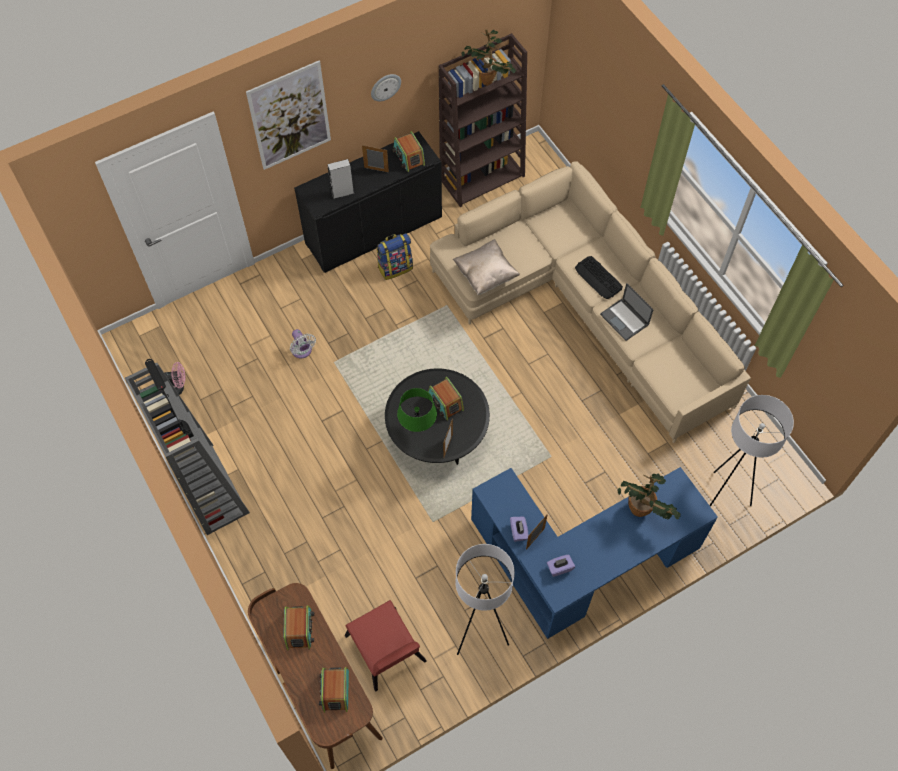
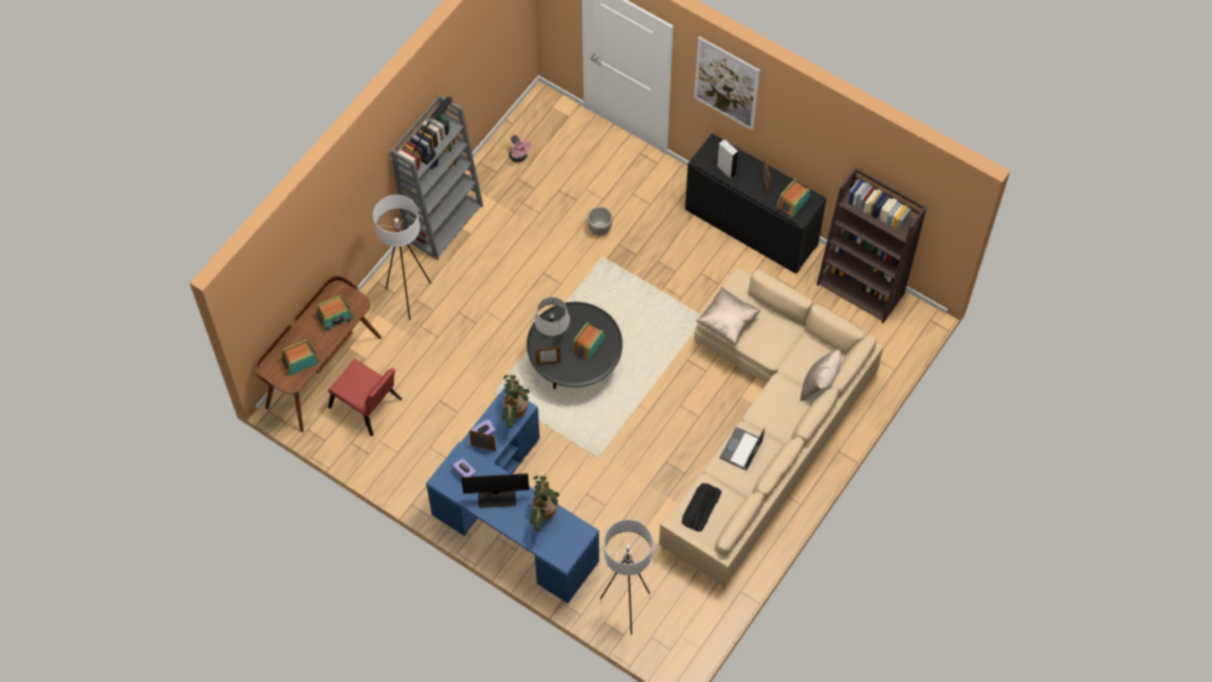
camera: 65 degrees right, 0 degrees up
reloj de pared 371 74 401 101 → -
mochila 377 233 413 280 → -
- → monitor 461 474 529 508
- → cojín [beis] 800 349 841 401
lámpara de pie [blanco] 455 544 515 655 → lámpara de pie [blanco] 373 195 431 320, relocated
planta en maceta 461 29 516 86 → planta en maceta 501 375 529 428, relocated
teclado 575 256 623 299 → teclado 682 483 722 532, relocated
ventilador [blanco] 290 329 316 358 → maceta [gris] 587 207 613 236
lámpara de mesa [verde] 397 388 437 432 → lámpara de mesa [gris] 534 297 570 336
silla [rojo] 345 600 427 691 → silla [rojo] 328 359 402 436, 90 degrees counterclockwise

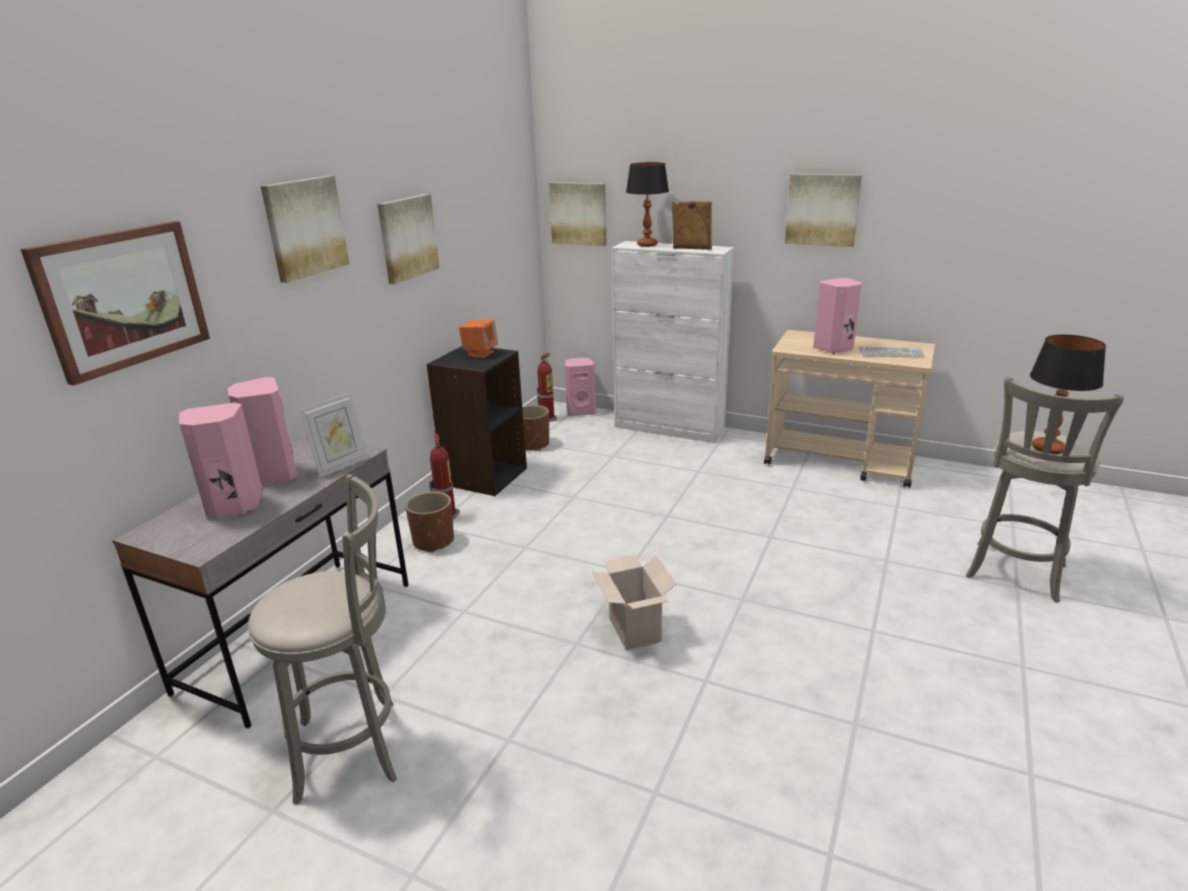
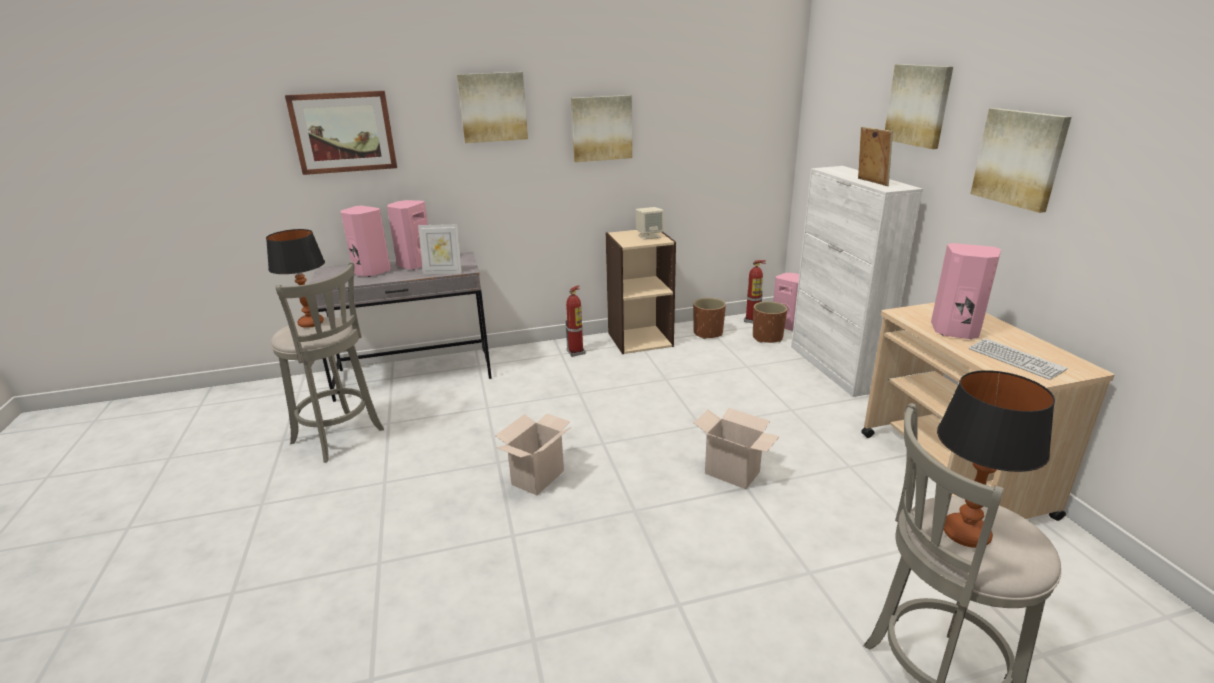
camera: 50 degrees right, 0 degrees up
- → caja de cartón 694 408 780 489
maceta [marrón] 405 491 454 553 → maceta [marrón] 753 301 787 343, relocated
cuadro 549 182 606 246 → cuadro 885 64 953 149, relocated
lámpara de mesa 626 162 669 247 → lámpara de mesa 266 229 325 328, relocated
estantería [negro] 426 346 527 496 → estantería [beis] 606 230 676 354
altavoz [naranja] 459 319 498 358 → altavoz [beis] 635 207 664 239

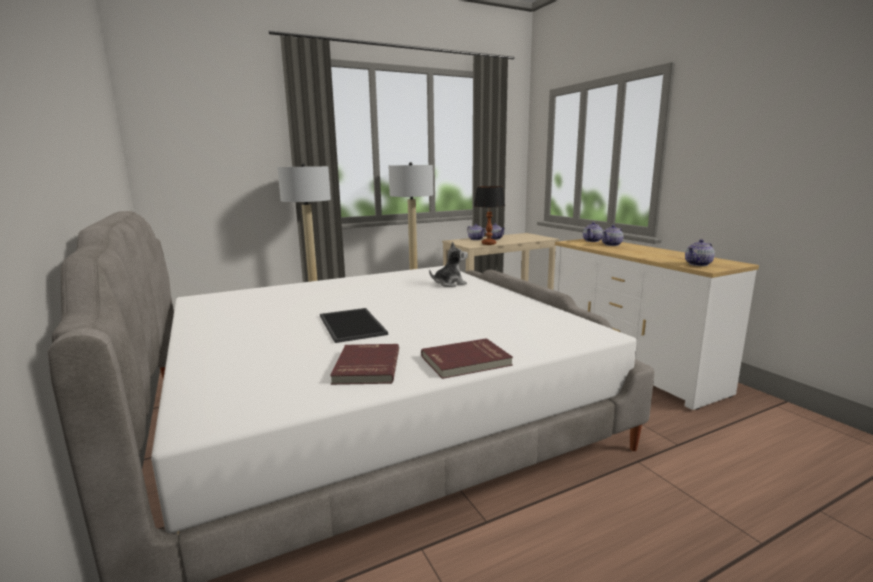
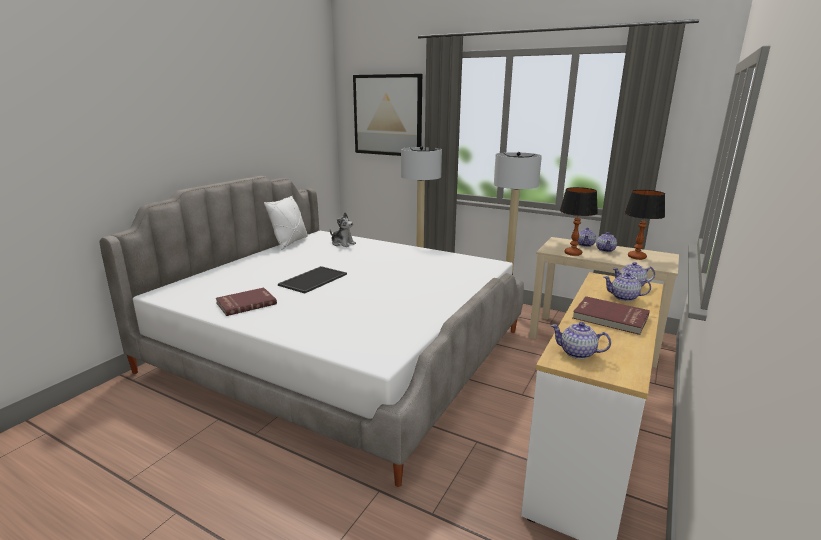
camera: 55 degrees right, 5 degrees up
- → cojín [blanco] 264 195 308 250
- → cuadro 353 74 422 156
- → lámpara de mesa 624 190 665 260
libro [rojo] 421 338 513 379 → libro [rojo] 573 296 650 335, relocated
peluche 429 242 468 287 → peluche 330 212 356 247, relocated

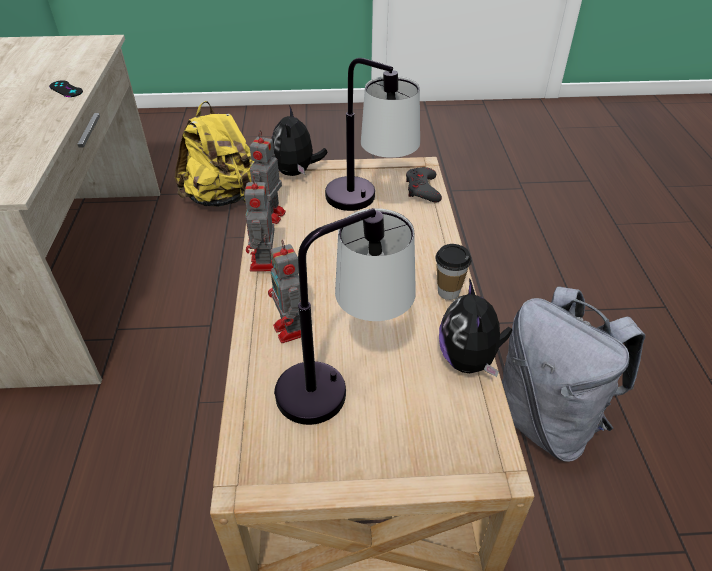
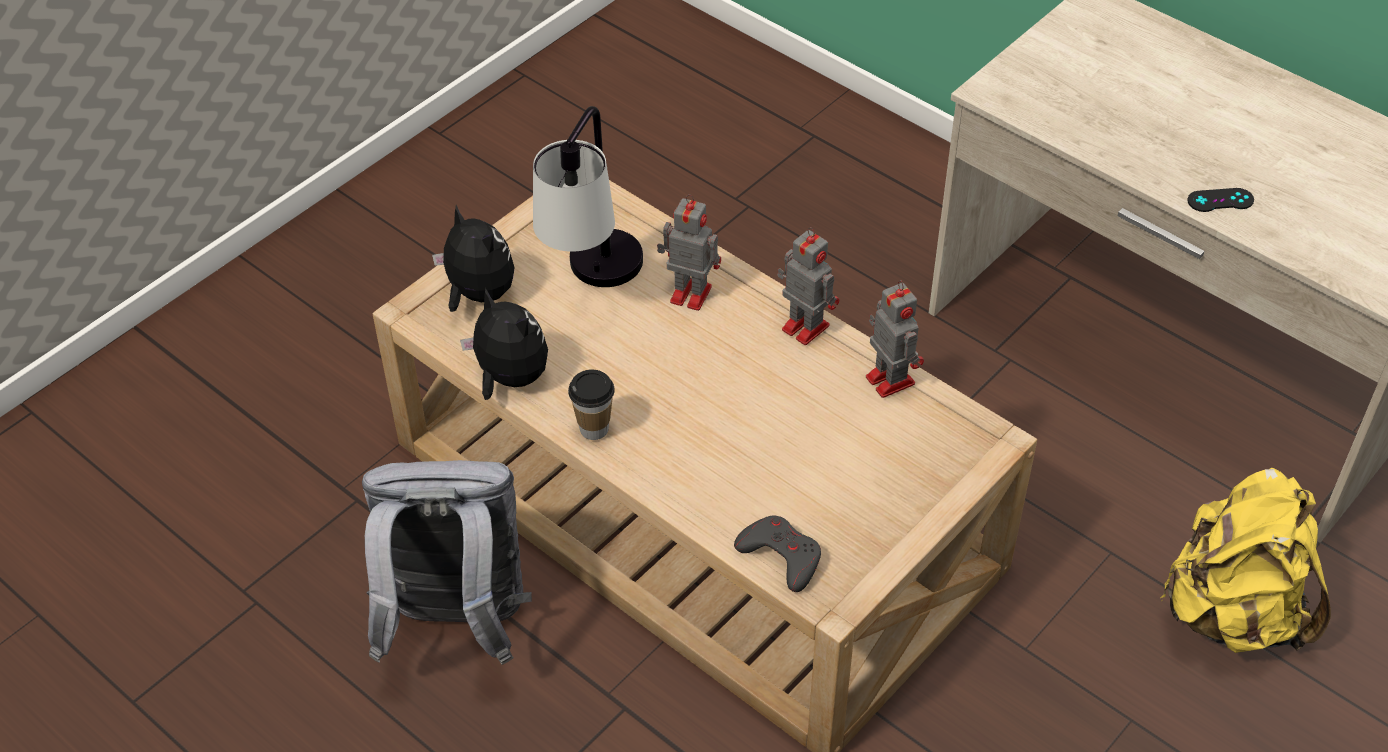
camera: 135 degrees right, 5 degrees up
lámpara de mesa 325 58 420 211 → -
peluche 271 105 328 176 → peluche 432 205 515 312, relocated

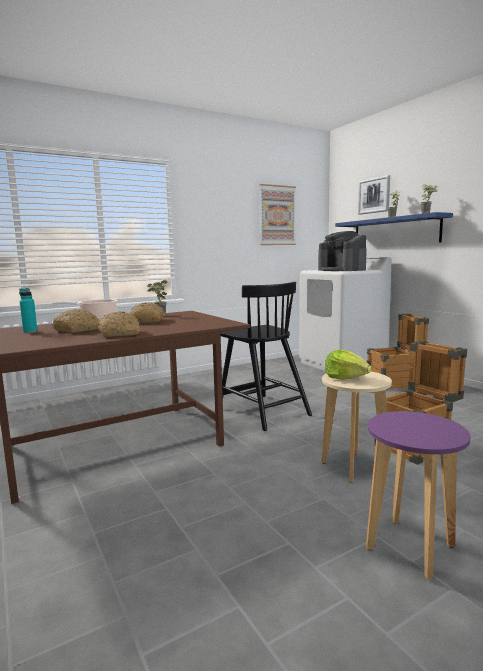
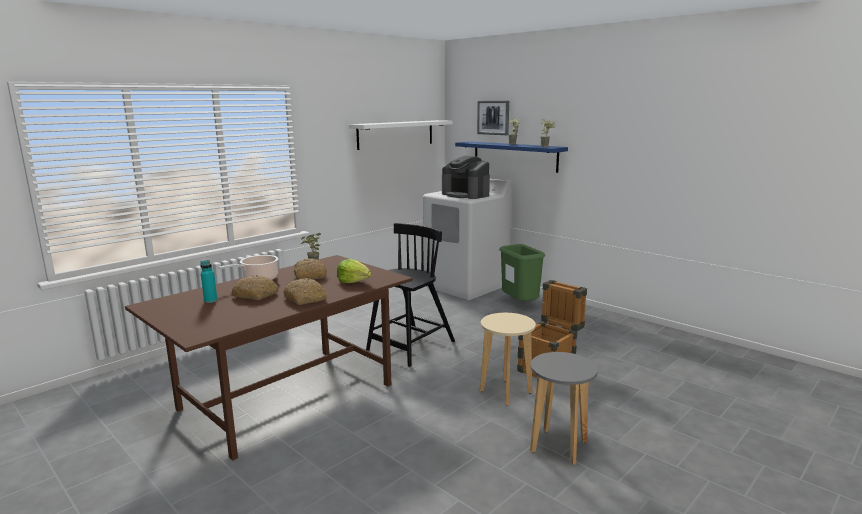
camera: 15 degrees left, 5 degrees up
lechuga 325 350 371 380 → lechuga 337 259 372 283, relocated
cuadro 259 184 296 245 → estante [blanco] 349 120 452 150
caja de embalaje 367 314 429 390 → papelera [verde] 499 244 545 301
taburete [morado] 366 411 471 580 → taburete [gris] 530 352 598 465
silla [negro] 221 282 312 431 → silla [negro] 366 223 455 367, 90 degrees counterclockwise

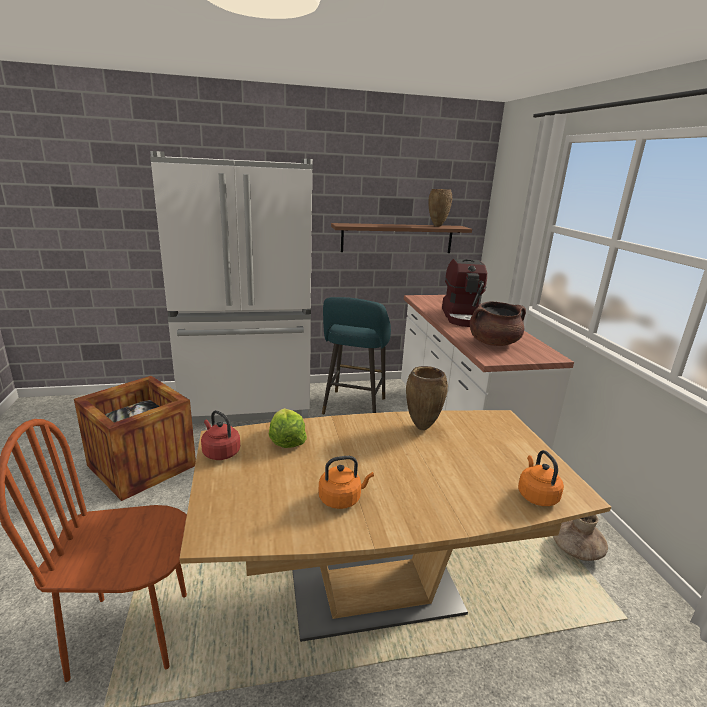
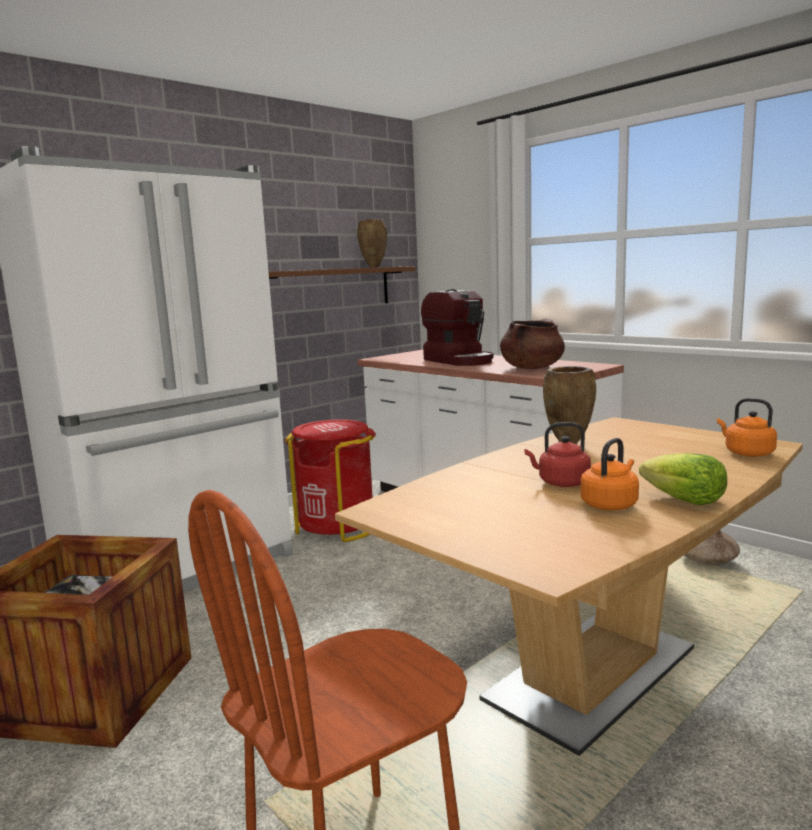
camera: 30 degrees left, 10 degrees down
hervidor [rojo] 201 410 240 460 → hervidor [rojo] 525 422 591 487, relocated
lechuga 269 408 307 448 → lechuga 639 453 727 505, relocated
taburete [turquesa] 322 297 391 414 → papelera [rojo] 285 419 376 542

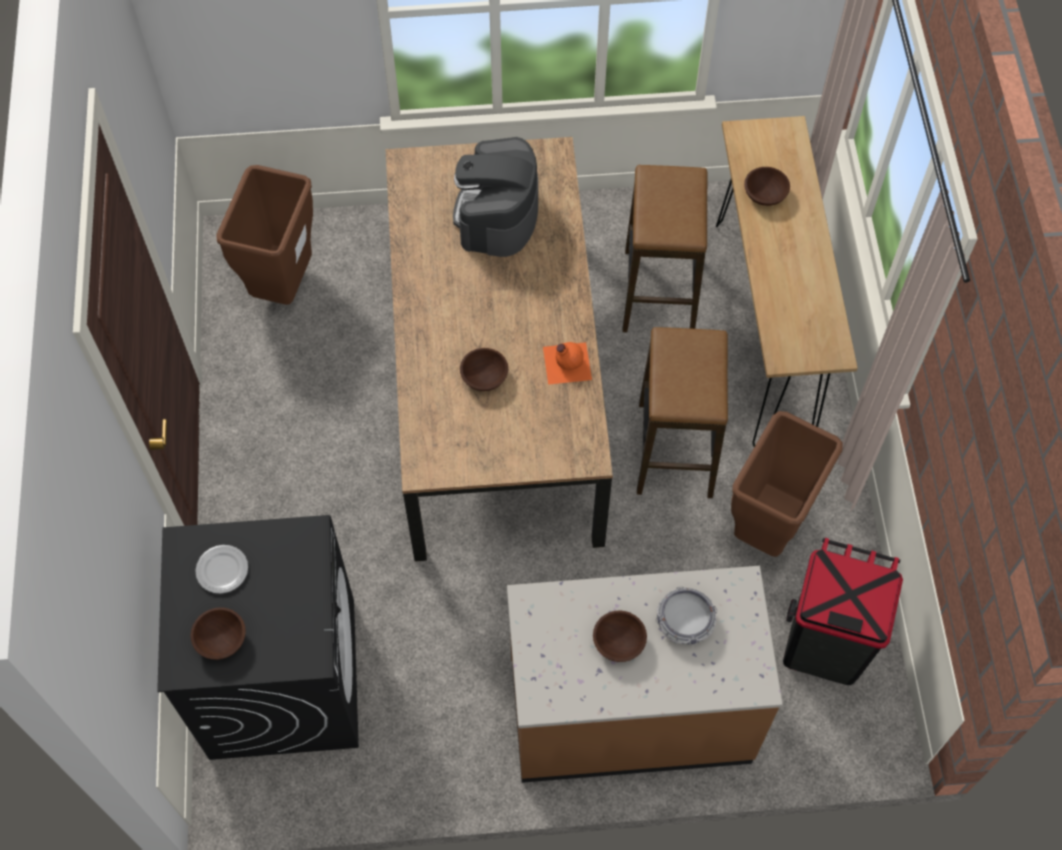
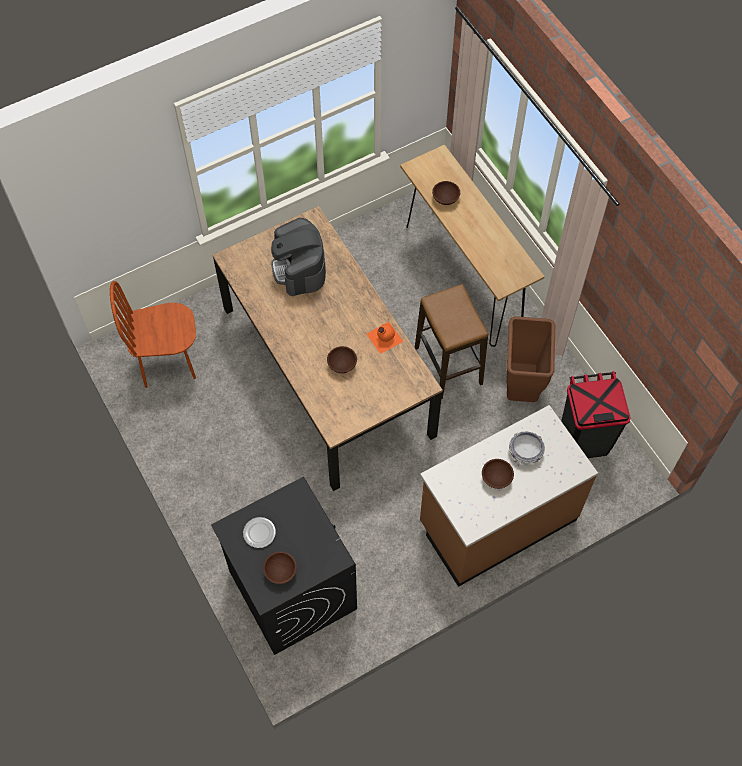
camera: 25 degrees left, 0 degrees up
taburete 622 165 708 332 → -
papelera [marrón] 216 165 313 305 → silla [marrón] 110 281 196 388

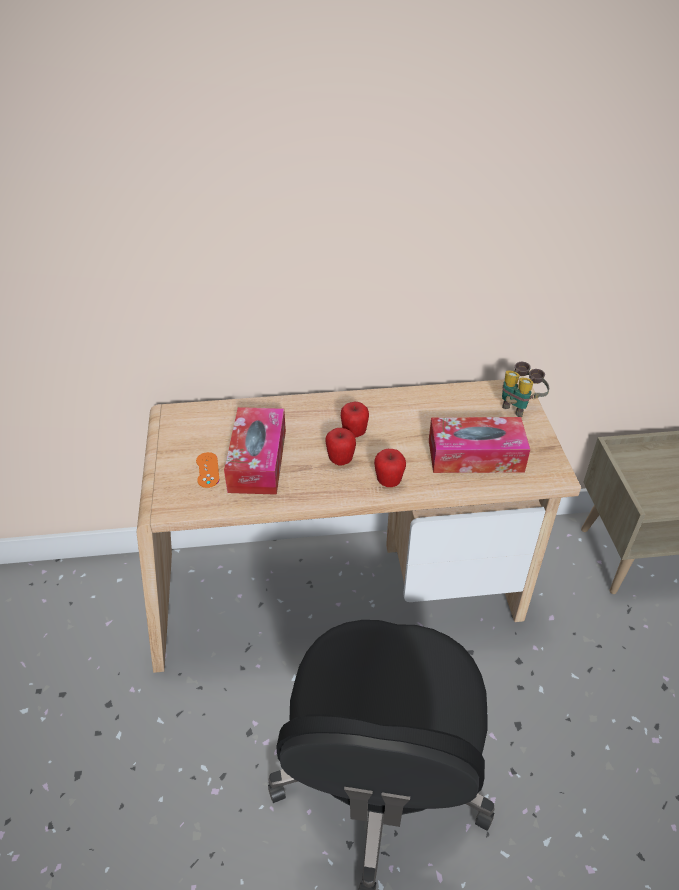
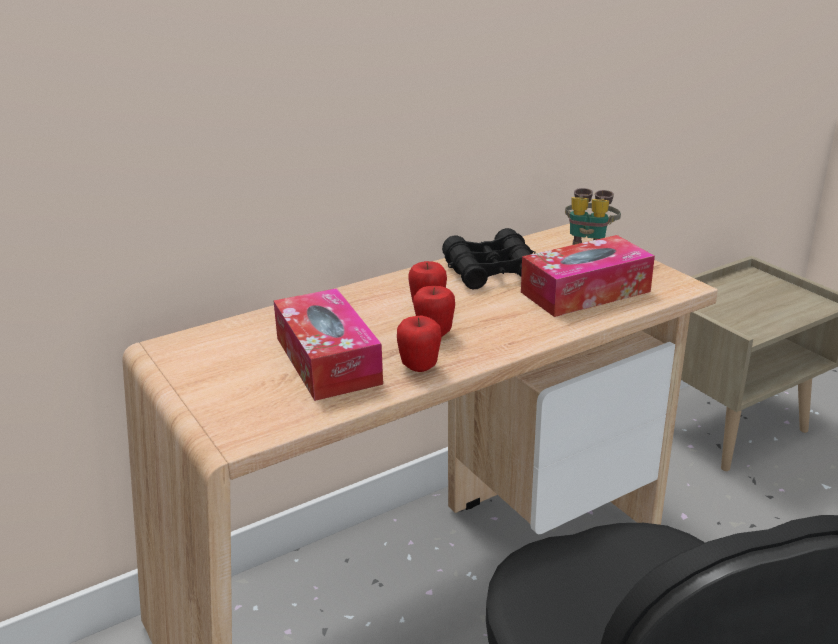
camera: 25 degrees left, 15 degrees down
mando de consola [naranja] 196 452 219 488 → -
- → prismáticos [negro] 442 228 536 289
manzana 374 449 406 487 → manzana 397 316 441 372, relocated

